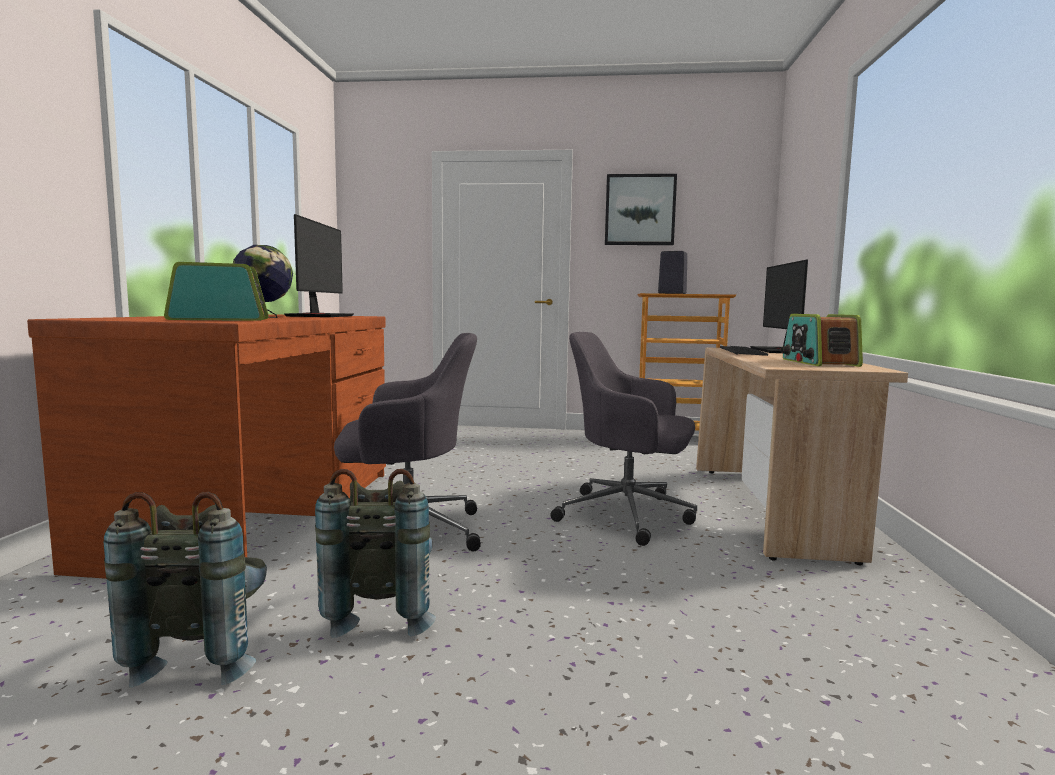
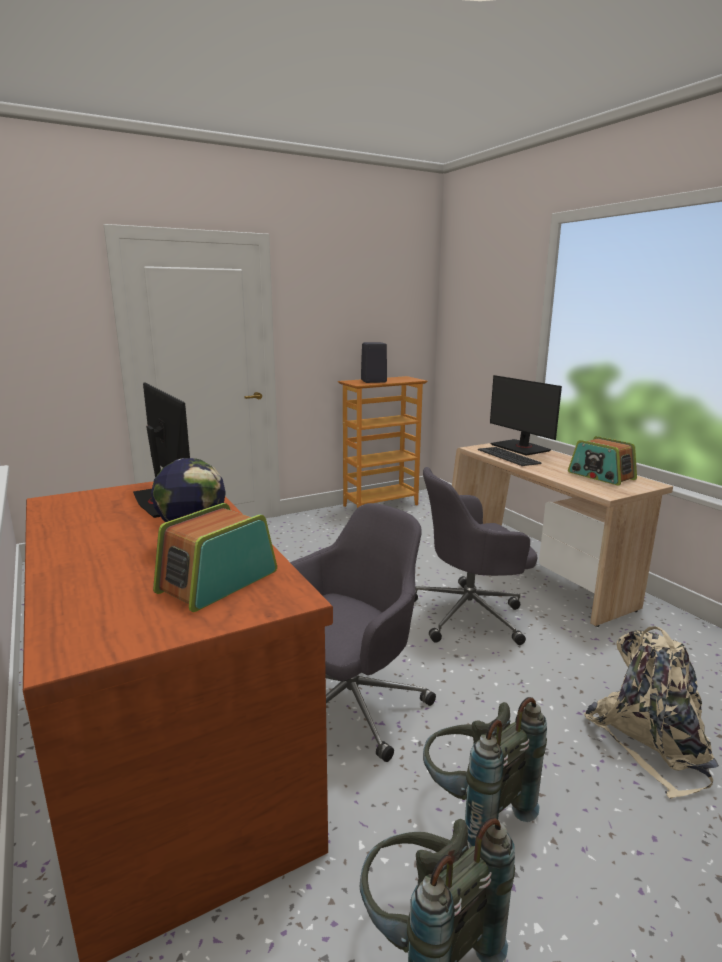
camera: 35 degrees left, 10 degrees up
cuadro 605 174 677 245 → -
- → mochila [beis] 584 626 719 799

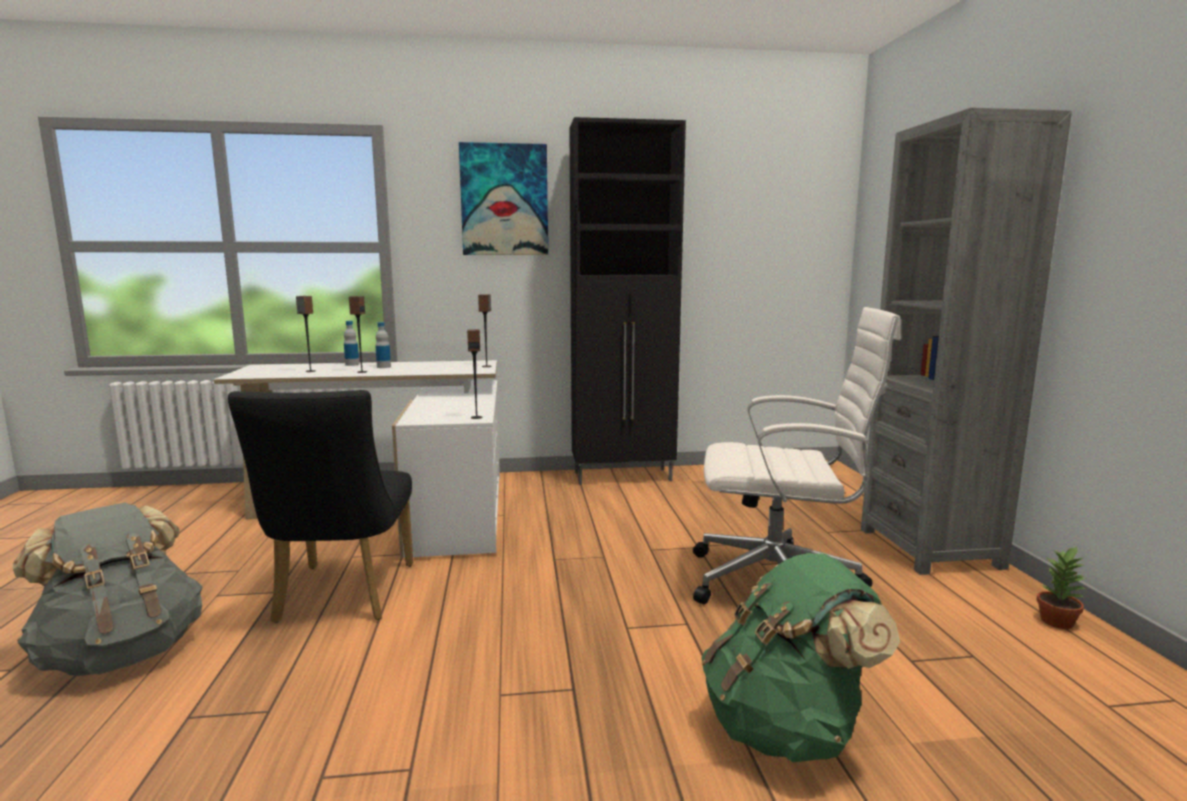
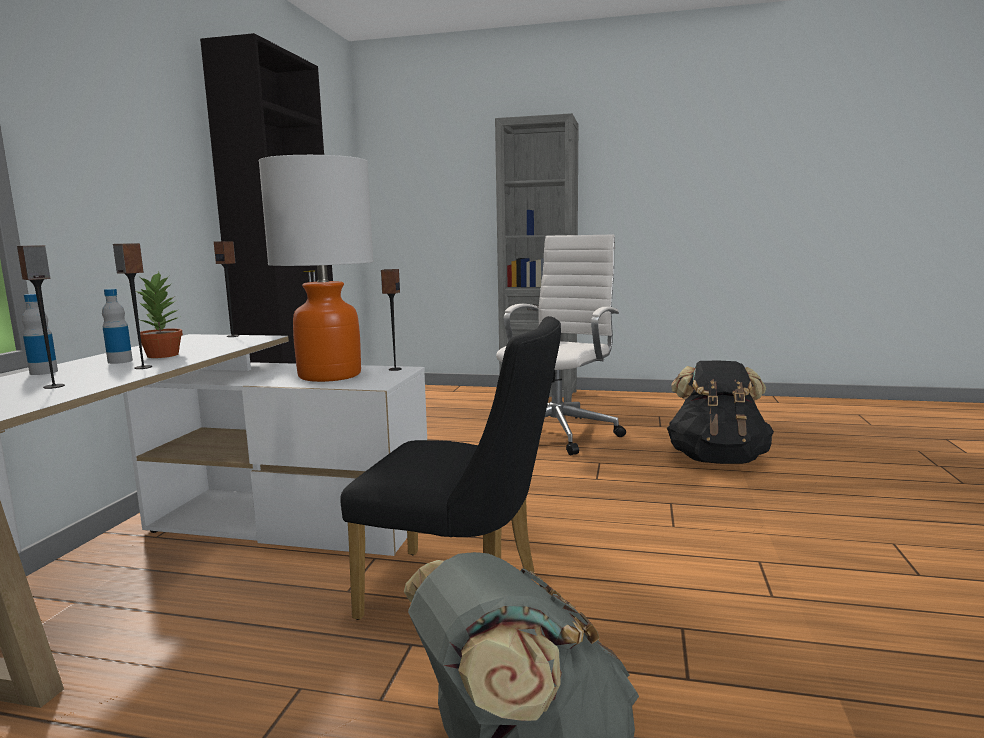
camera: 70 degrees left, 0 degrees up
cuadro 459 142 548 255 → -
- → lámpara de mesa 259 155 374 382
planta en maceta 1037 547 1087 629 → planta en maceta 136 272 183 358, relocated
mochila [verde] 701 553 900 762 → mochila [negro] 667 361 774 464

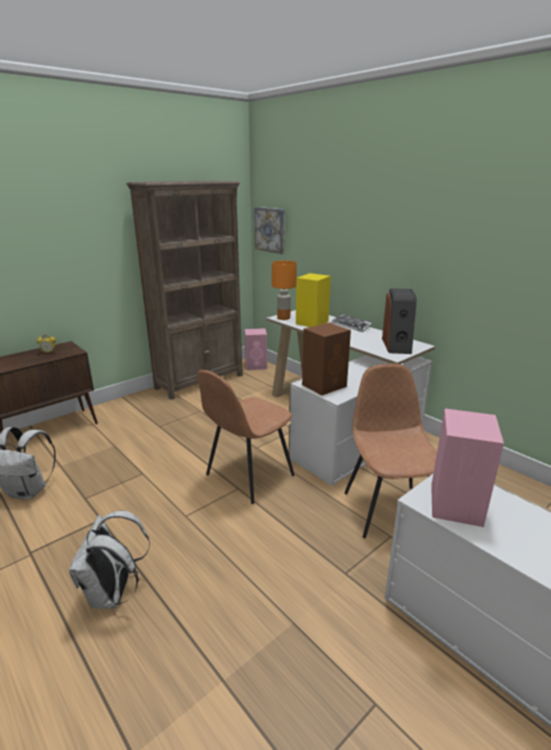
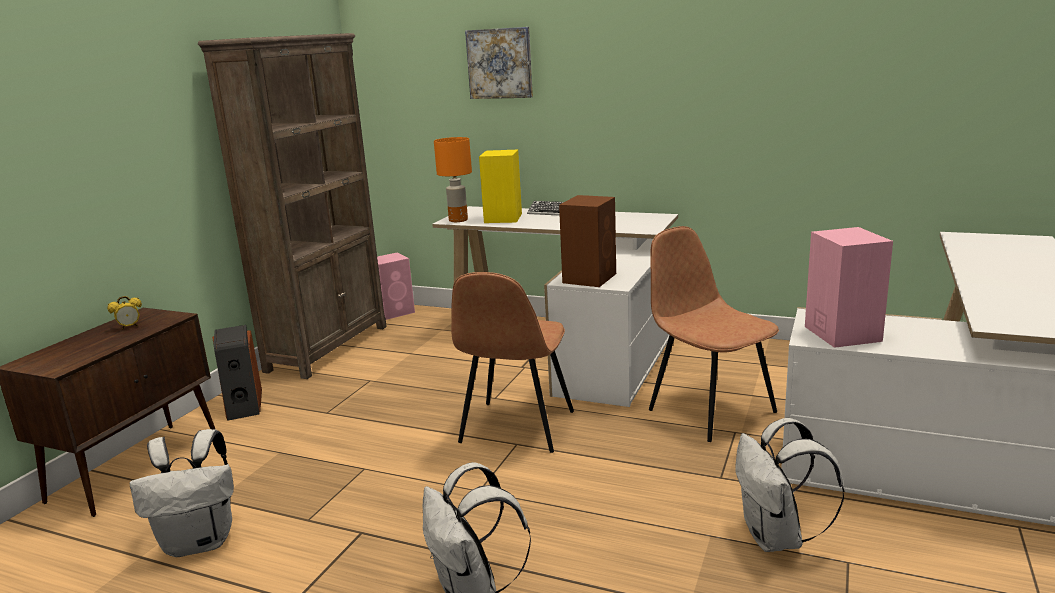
camera: 25 degrees left, 5 degrees down
- → mochila [blanco] 735 418 844 552
cuadro 254 207 285 254 → cuadro 465 27 533 99, relocated
altavoz 382 288 417 354 → altavoz 212 325 262 421, relocated

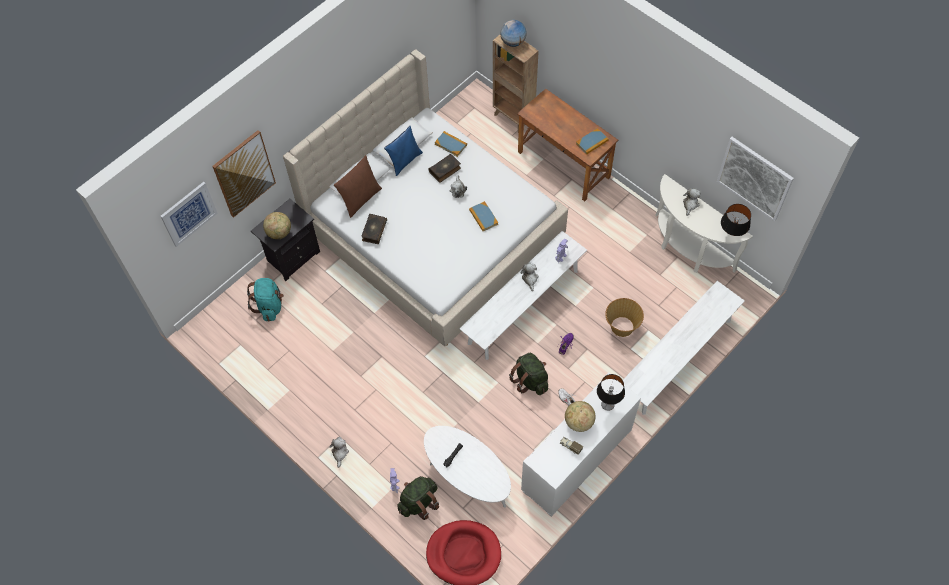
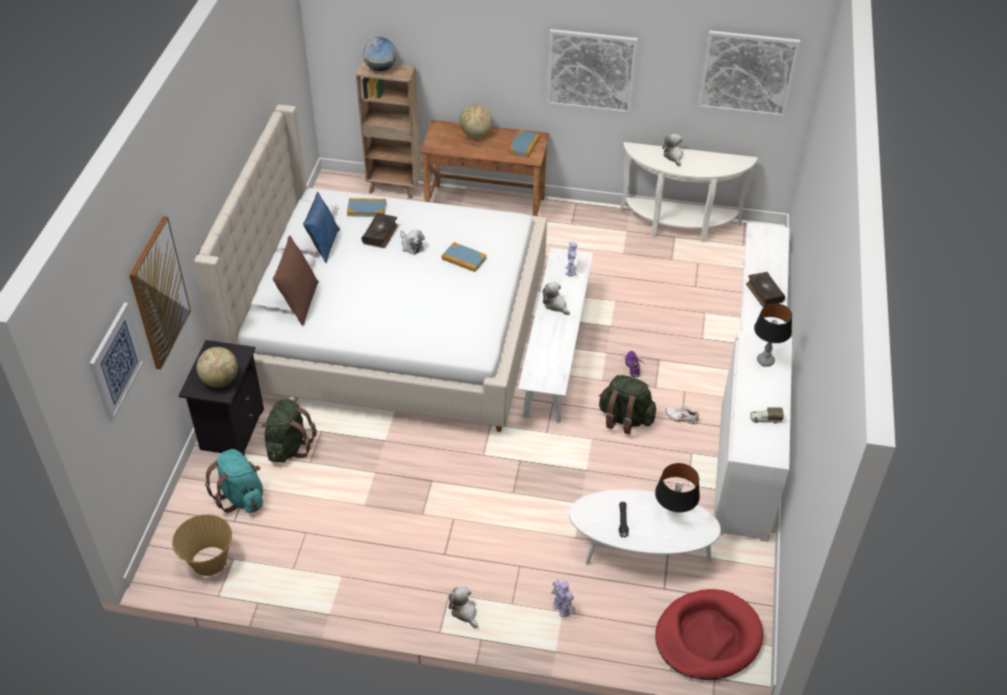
camera: 35 degrees left, 15 degrees down
- → cuadro 547 29 638 114
libro 361 214 387 244 → libro 746 272 785 307, relocated
mochila [verde] 398 476 439 520 → mochila [verde] 262 399 317 463, relocated
globo terráqueo 565 401 596 432 → globo terráqueo 460 105 492 138, relocated
cesta 605 298 644 337 → cesta 172 514 232 576, relocated
lámpara de mesa [negro] 721 204 751 236 → lámpara de mesa [negro] 655 463 700 513, relocated

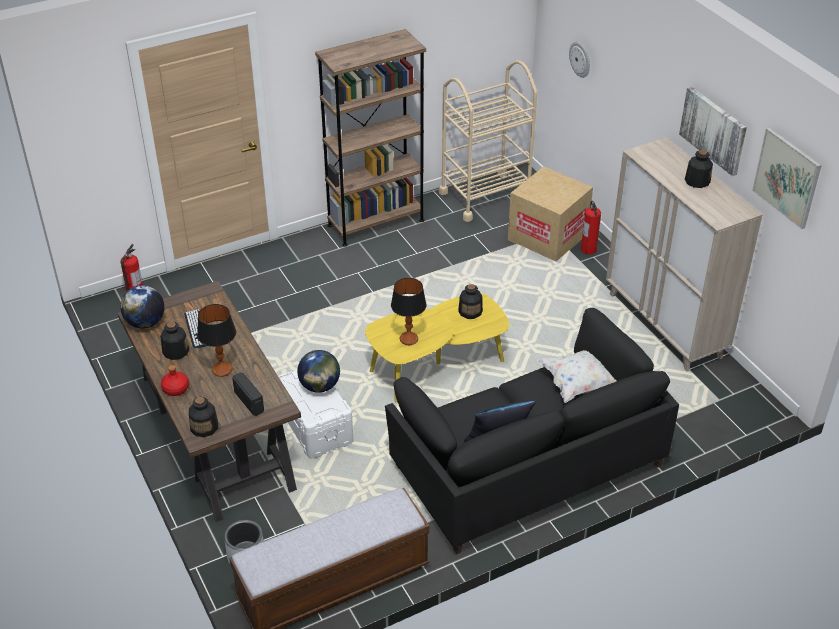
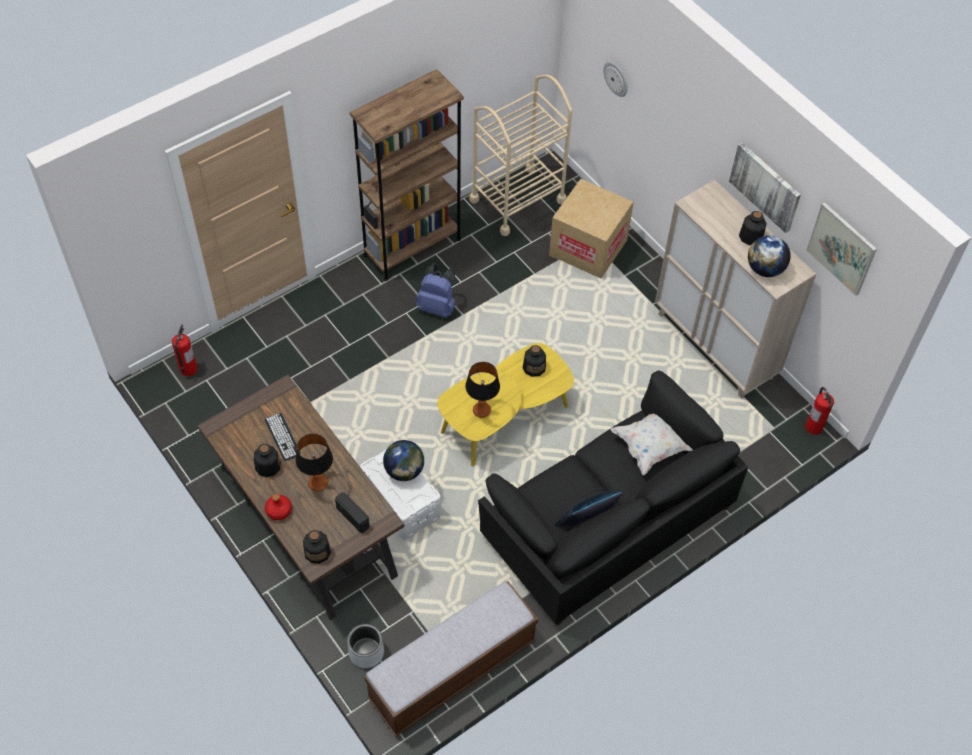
camera: 10 degrees left, 15 degrees up
- → mochila [azul] 416 263 455 318
globo terráqueo 120 286 164 328 → globo terráqueo 748 235 791 277, relocated
extintor 581 201 601 255 → extintor 805 387 834 435, relocated

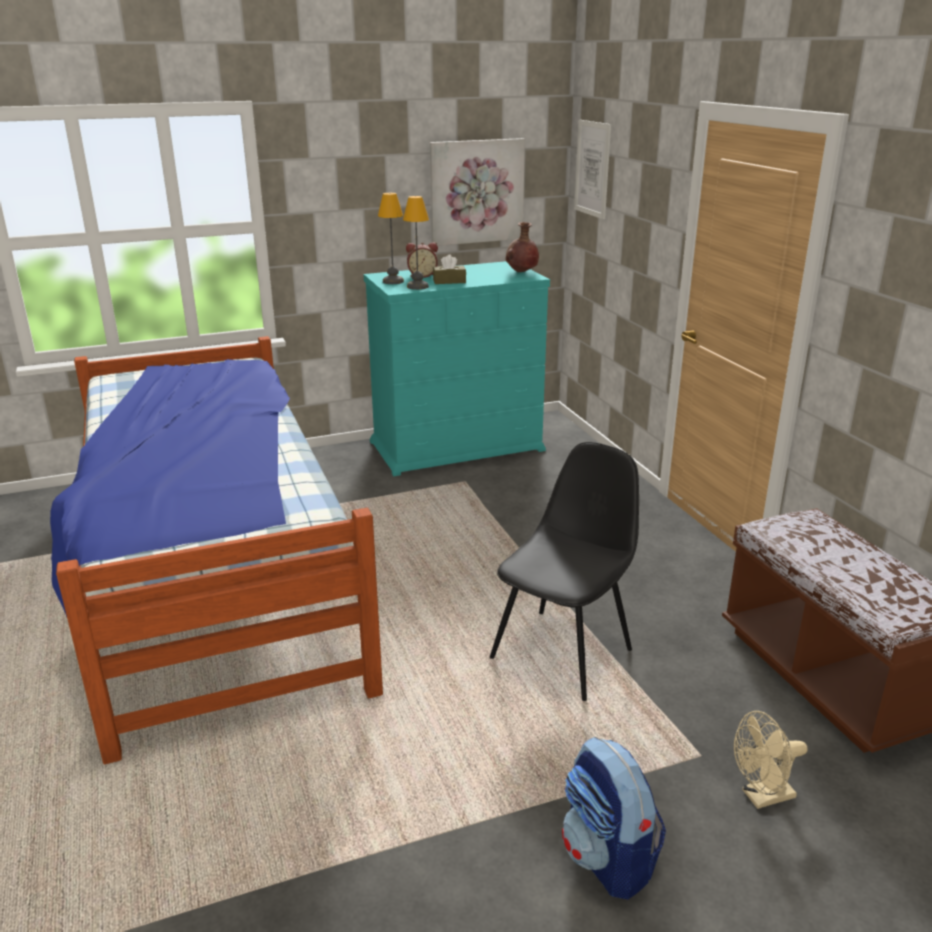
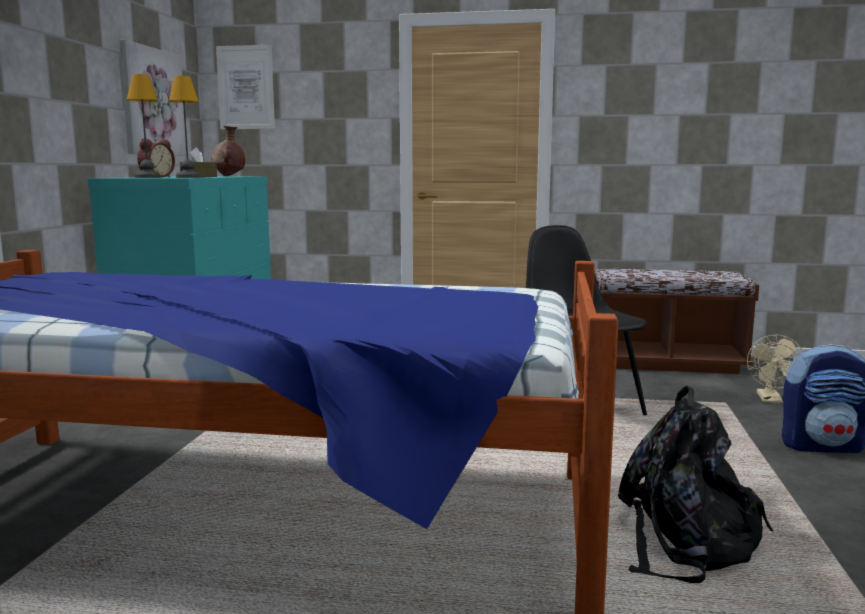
camera: 60 degrees left, 15 degrees down
- → mochila [negro] 618 386 773 583

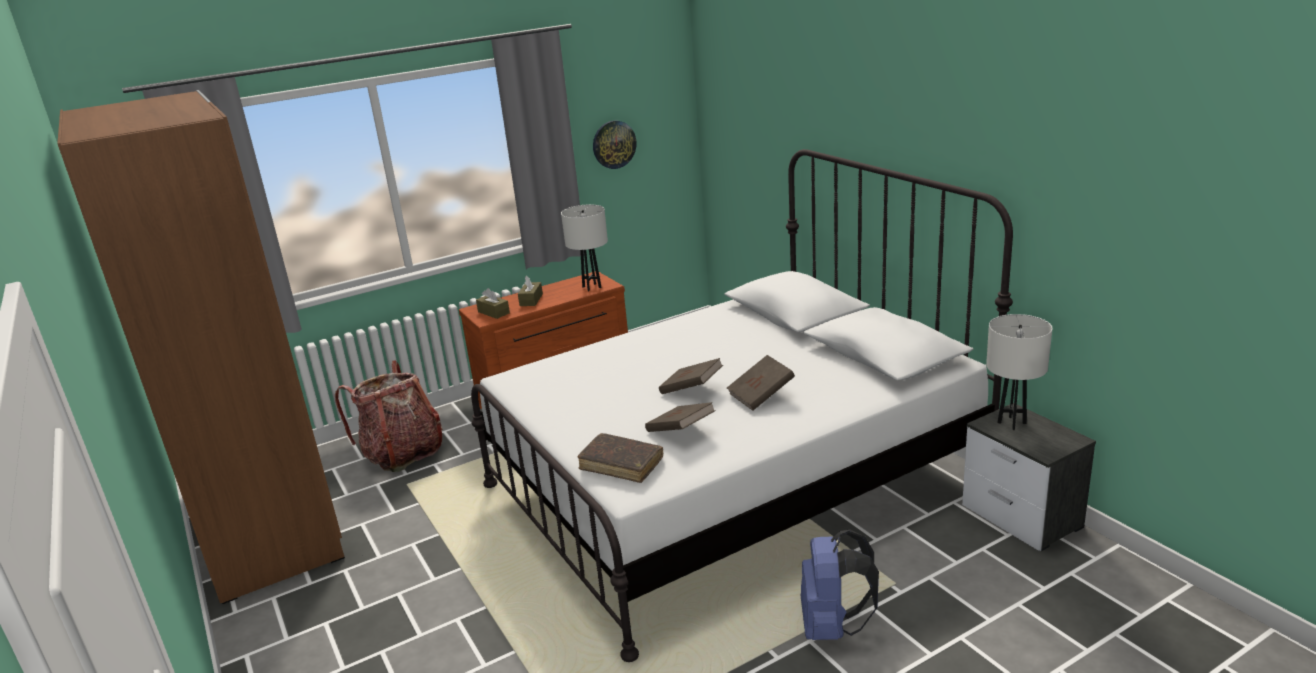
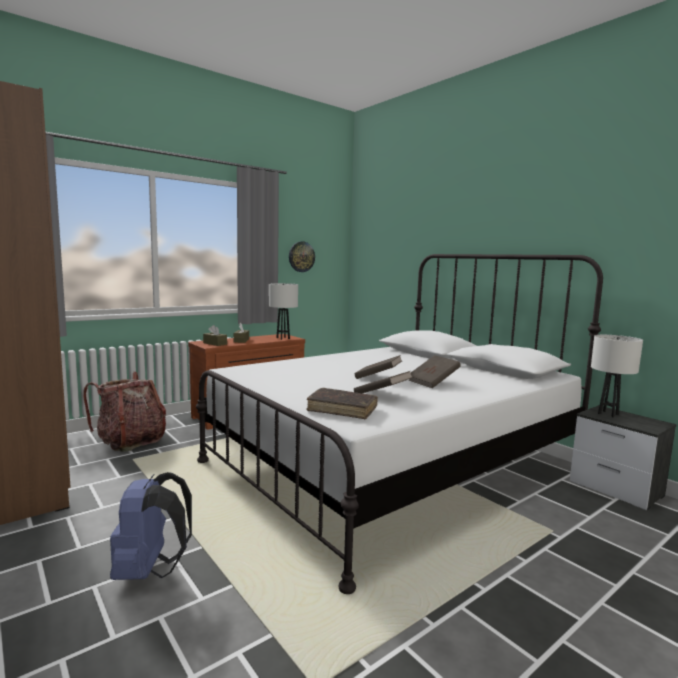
camera: 10 degrees left, 15 degrees down
mochila [azul] 801 529 879 640 → mochila [azul] 110 472 192 580, relocated

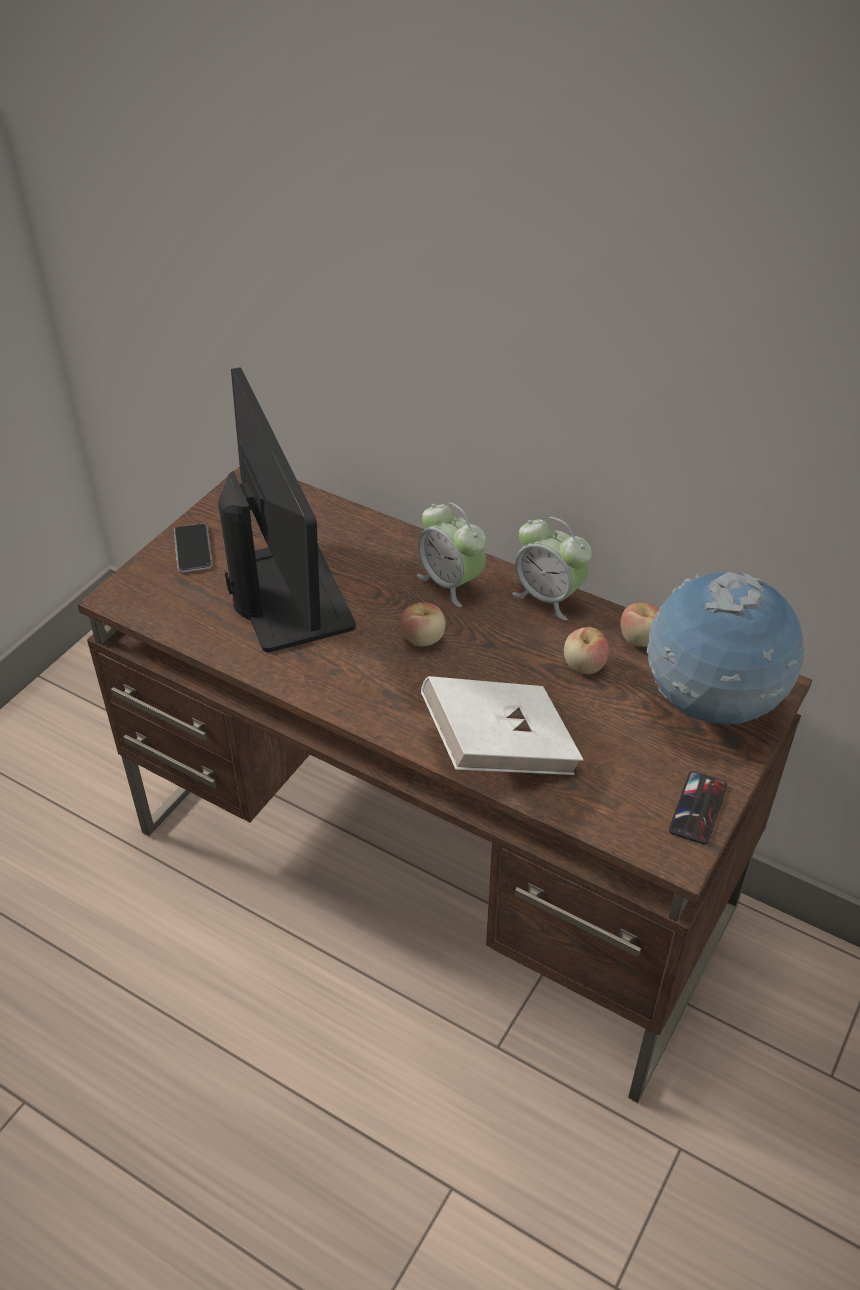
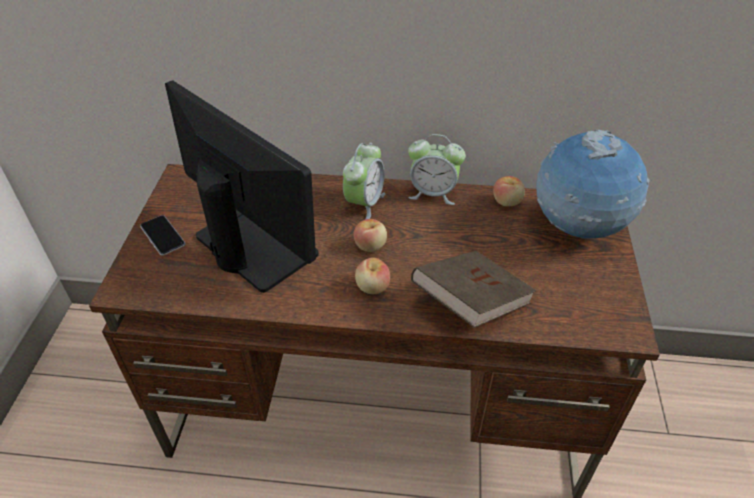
camera: 25 degrees left, 0 degrees up
móvil 669 771 727 844 → -
manzana 564 627 609 674 → manzana 355 258 390 294, relocated
libro [blanco] 421 676 584 775 → libro [marrón] 411 251 537 328
despertador 417 503 486 607 → despertador 343 143 385 220, 90 degrees counterclockwise

